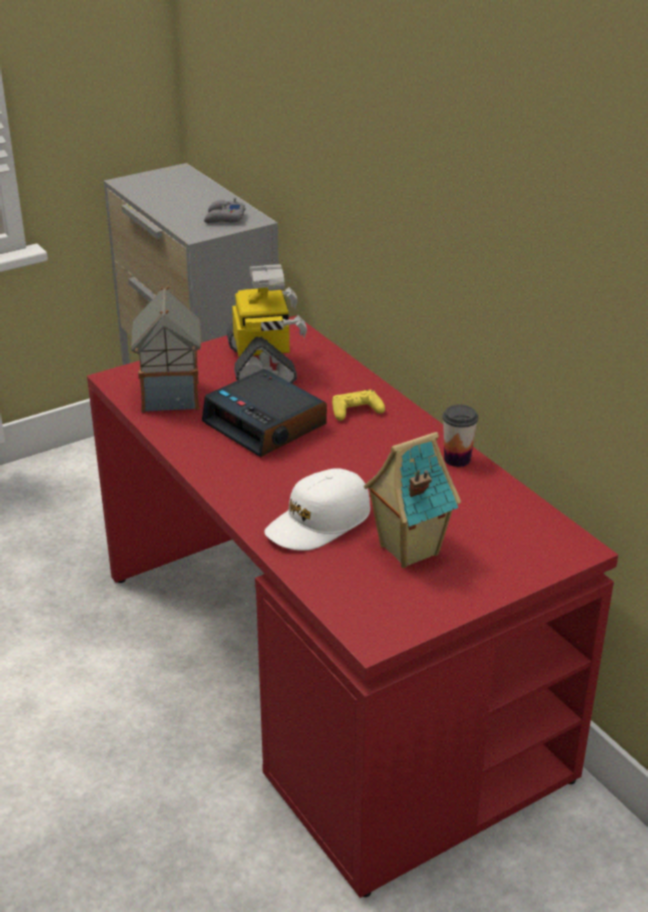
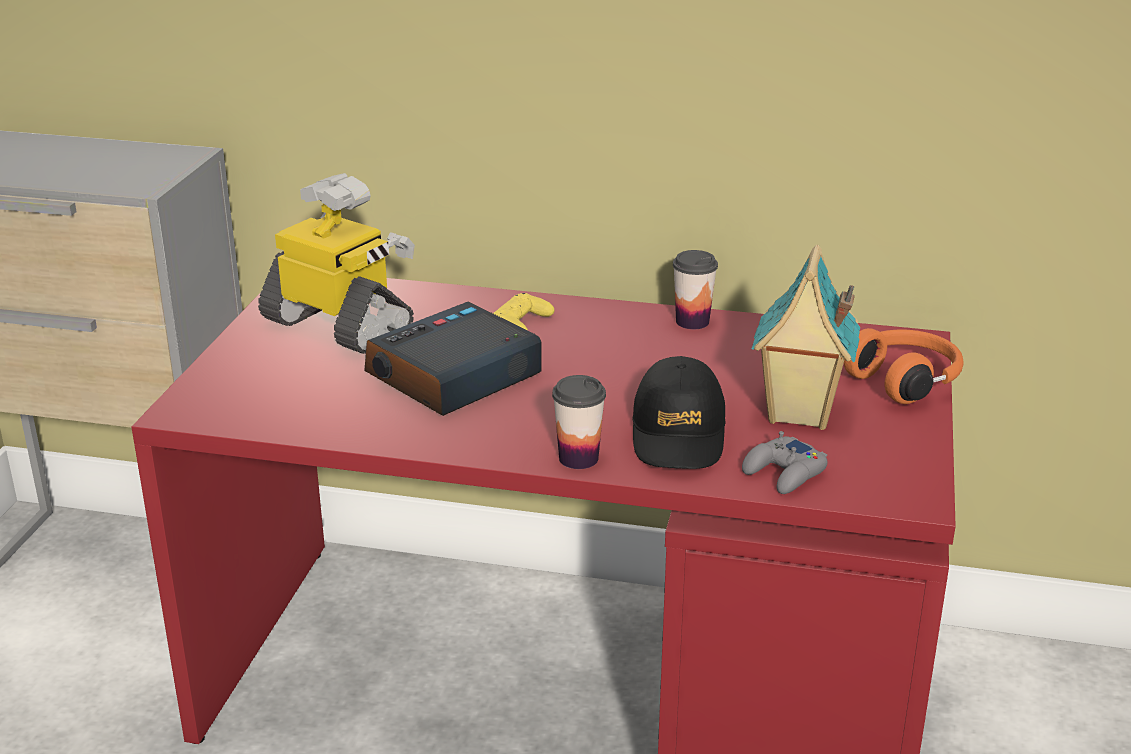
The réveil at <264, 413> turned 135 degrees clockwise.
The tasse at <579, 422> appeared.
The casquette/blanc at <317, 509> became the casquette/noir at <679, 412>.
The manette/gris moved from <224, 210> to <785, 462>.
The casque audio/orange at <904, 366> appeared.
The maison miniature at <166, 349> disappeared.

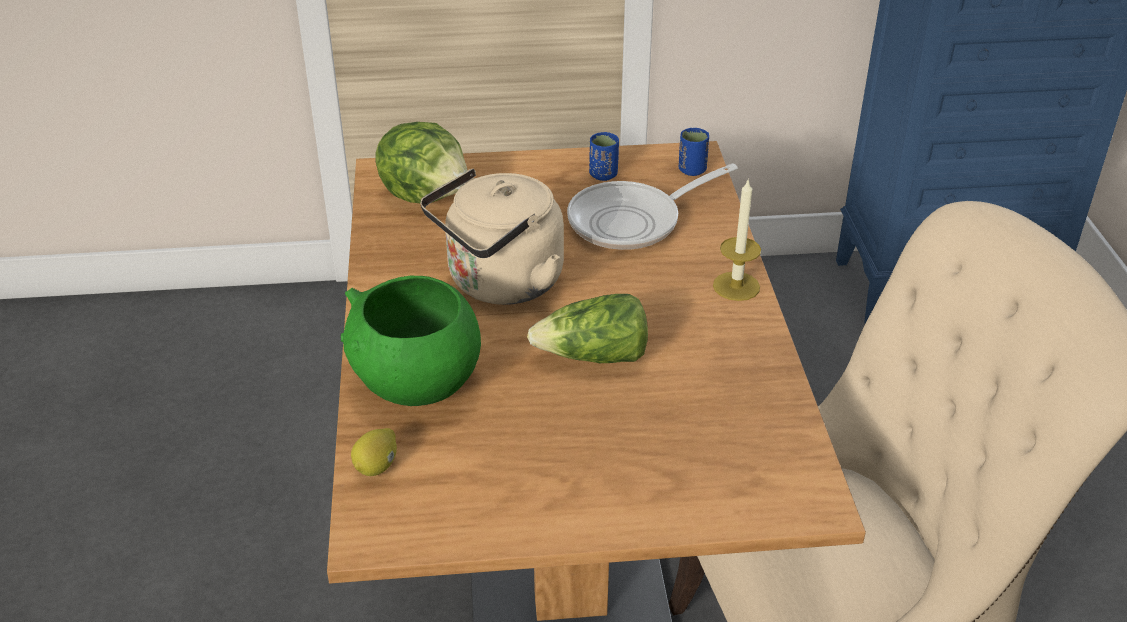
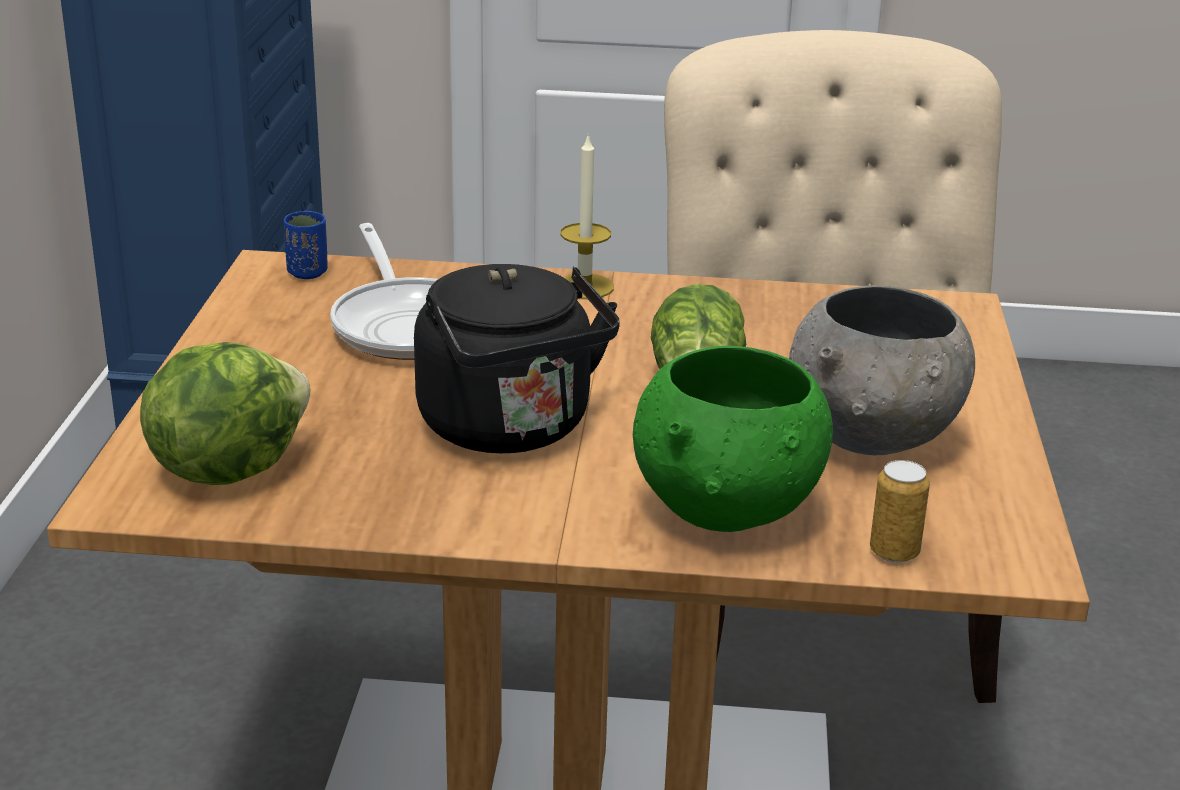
The bouilloire/beige at <492, 236> became the bouilloire/noir at <517, 358>.
The bol/gris at <882, 370> appeared.
The citron at <374, 452> was replaced by the boîte métallique at <900, 511>.
The tasse/bleu at <604, 156> disappeared.

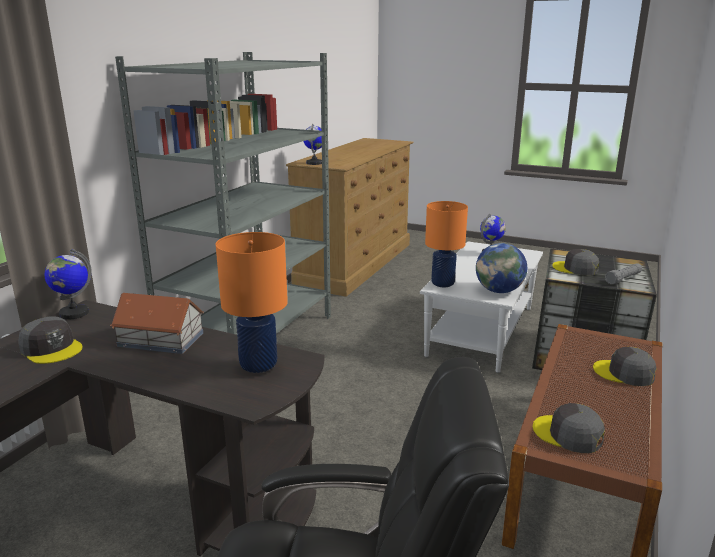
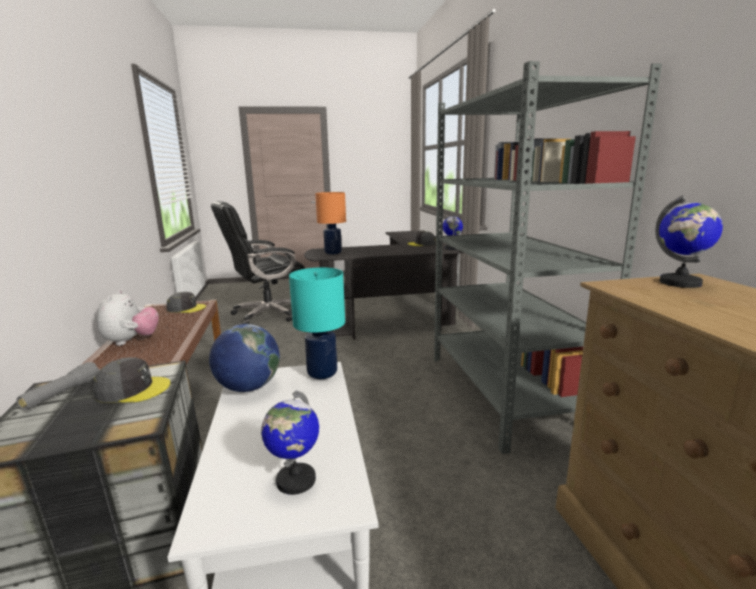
The casquette/gris at <625, 366> was replaced by the peluche at <128, 318>.
The lampe de table/orange at <446, 244> became the lampe de table/turquoise at <317, 323>.
The maison miniature at <157, 323> disappeared.

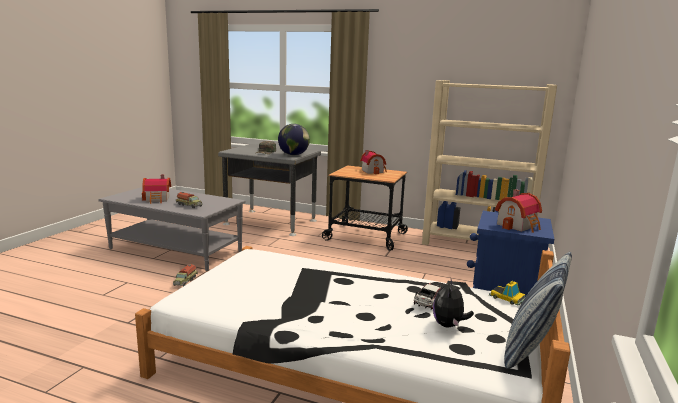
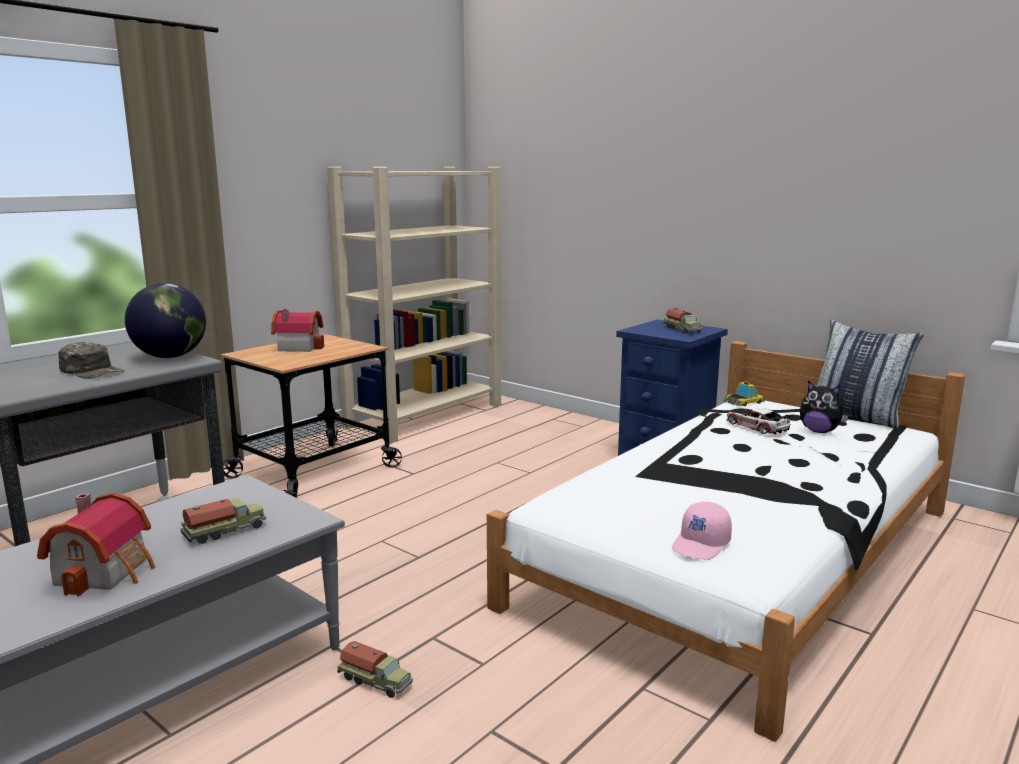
The maison miniature at <518, 211> was replaced by the camion jouet at <683, 321>.
The casquette/rose at <702, 531> appeared.

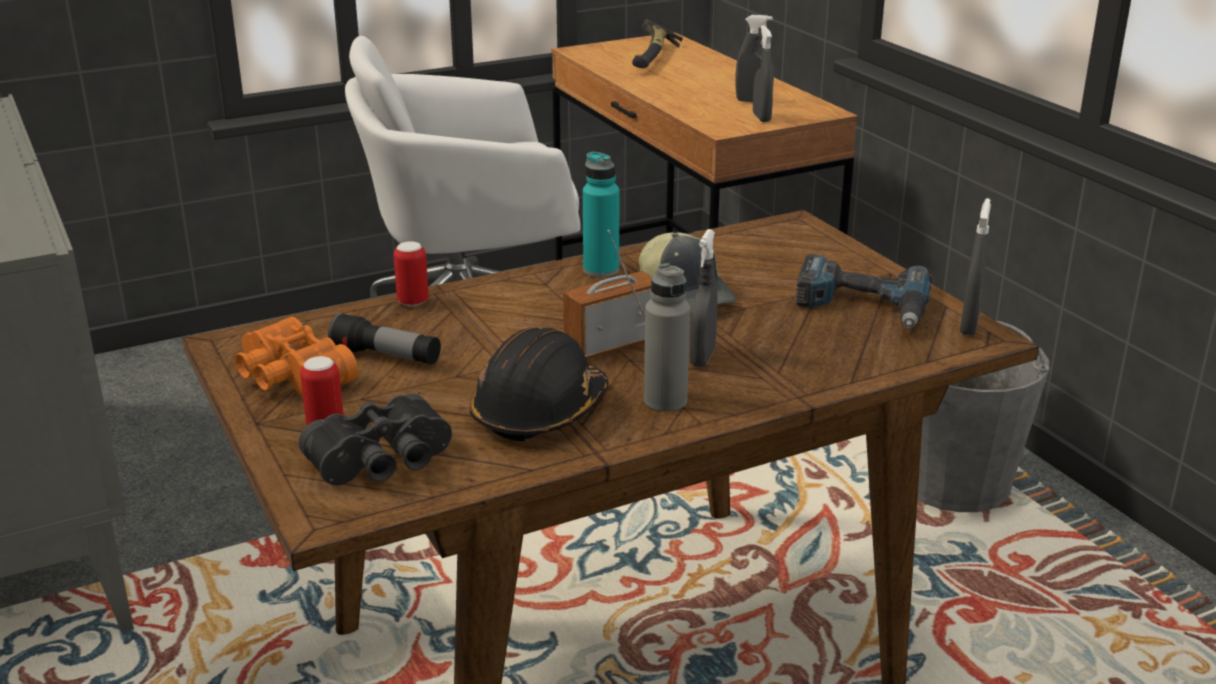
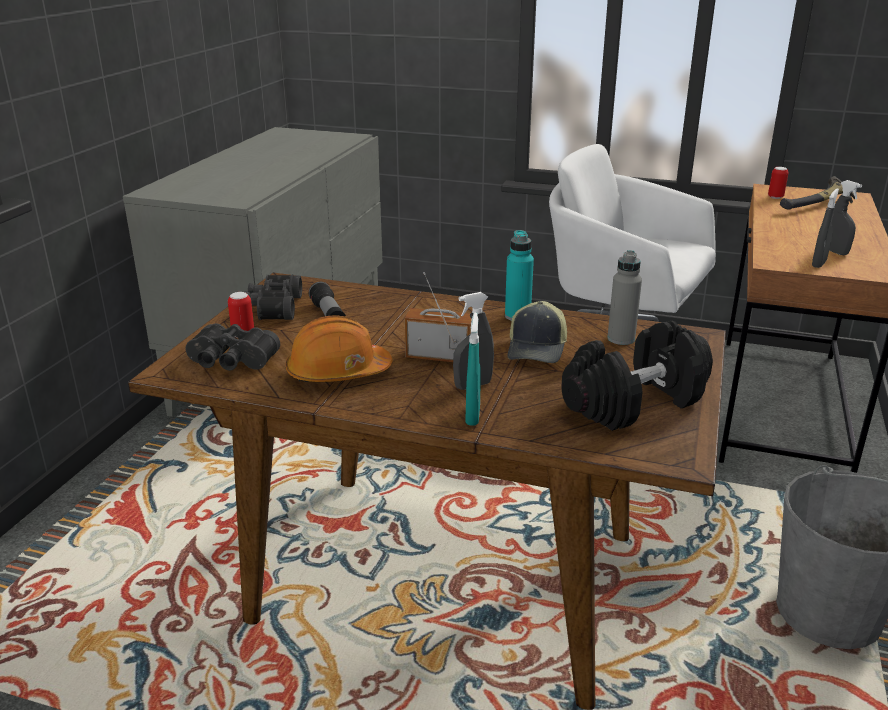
The jumelles/orange at <296, 357> became the jumelles/noir at <273, 297>.
The casque de chantier/noir at <539, 384> became the casque de chantier/orange at <339, 348>.
The vaporisateur/turquoise at <473, 369> appeared.
The perceuse at <863, 291> was replaced by the haltère/noir at <637, 376>.
The bouteille/gris moved from <667, 337> to <624, 297>.
The boîte métallique moved from <411, 274> to <778, 183>.
The vaporisateur/gris at <975, 267> disappeared.

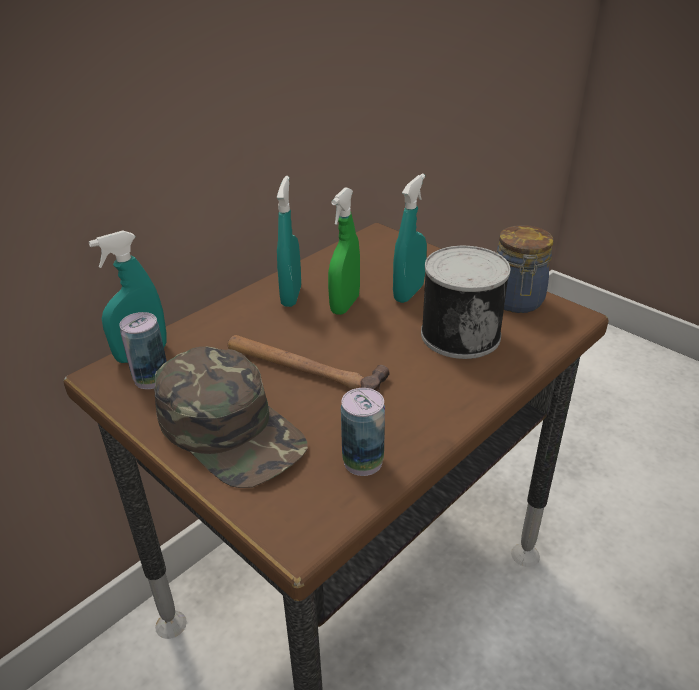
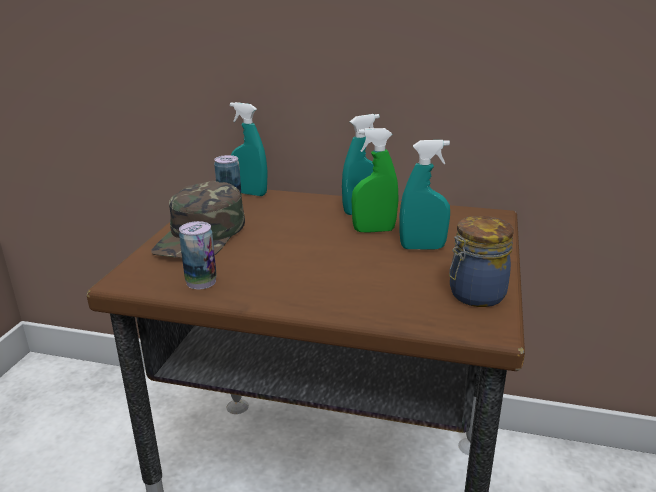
The marteau at <309, 363> disappeared.
The boîte métallique at <466, 302> disappeared.

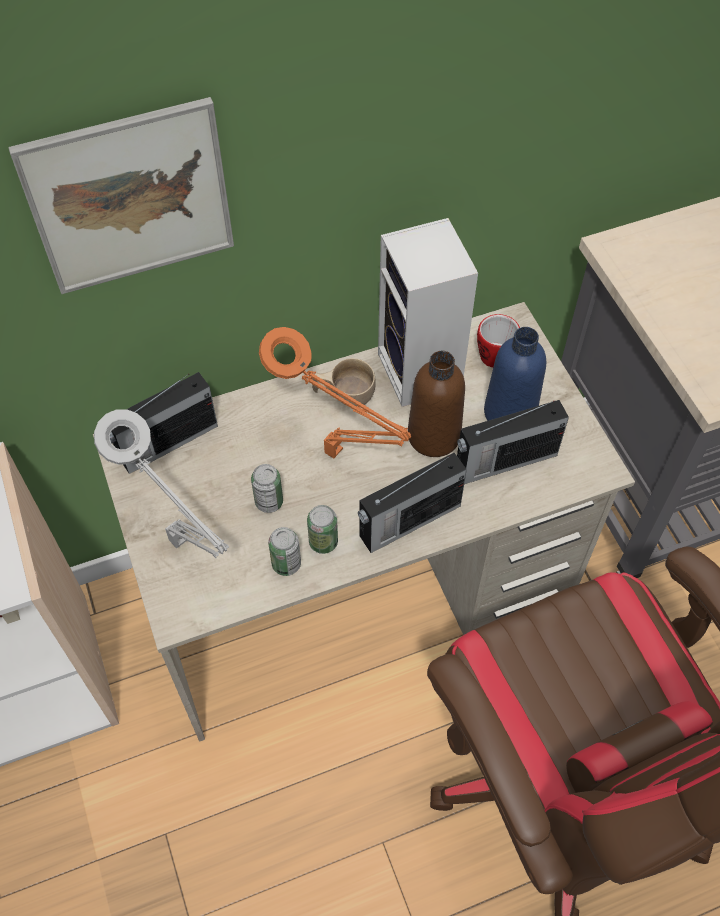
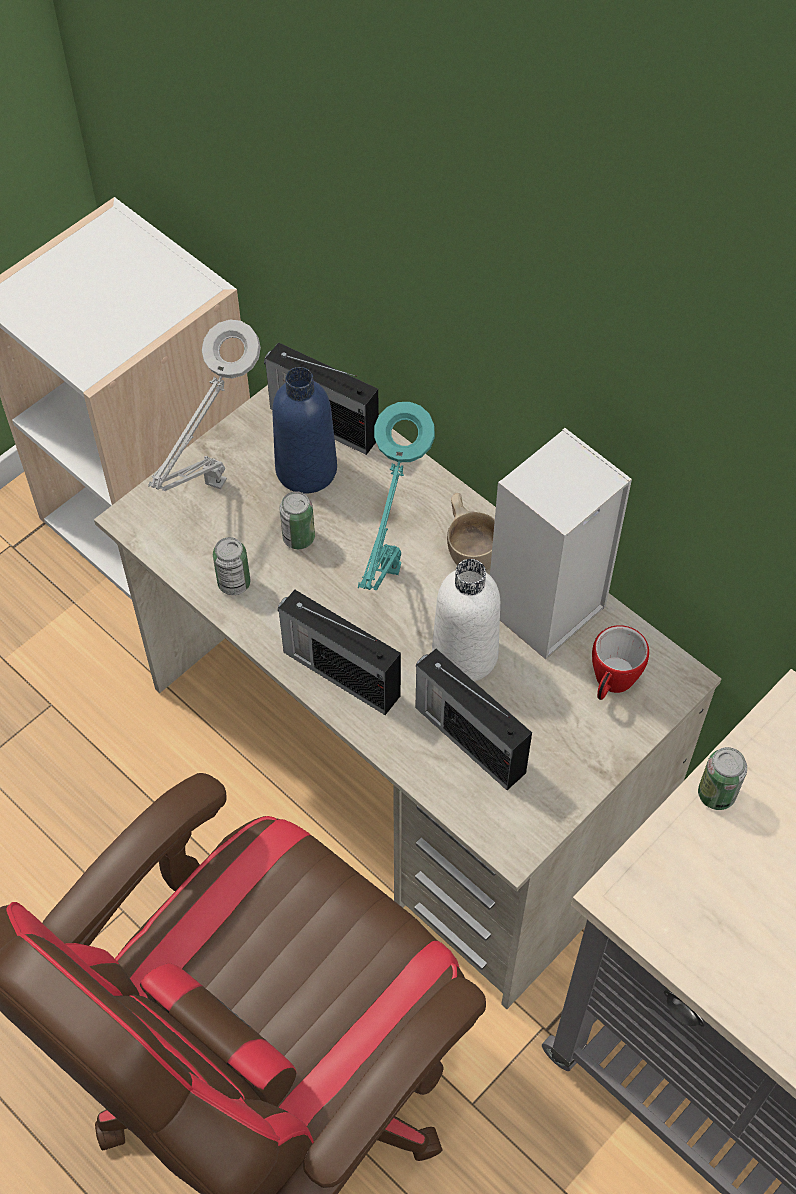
The bouteille/bleu moved from <515, 374> to <304, 430>.
The lampe de table/orange at <335, 392> became the lampe de table/turquoise at <396, 496>.
The bouteille/marron at <436, 404> became the bouteille/blanc at <466, 620>.
The boîte métallique moved from <322, 529> to <722, 778>.
The tableau at <121, 195> disappeared.

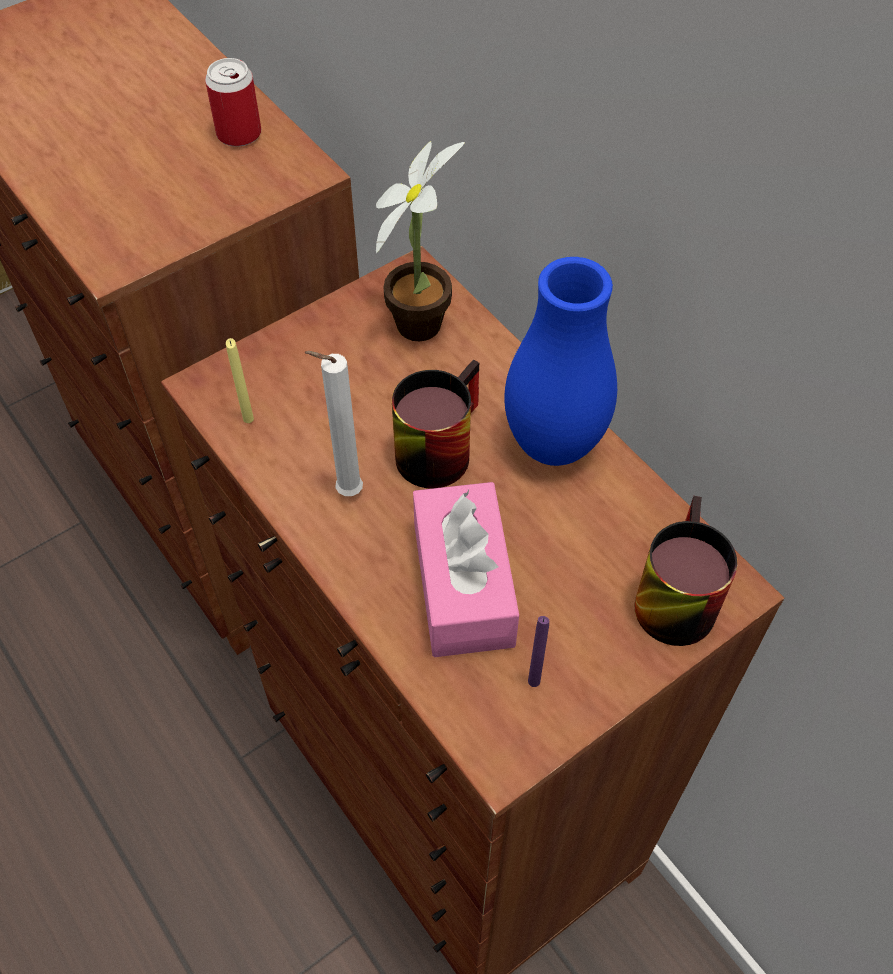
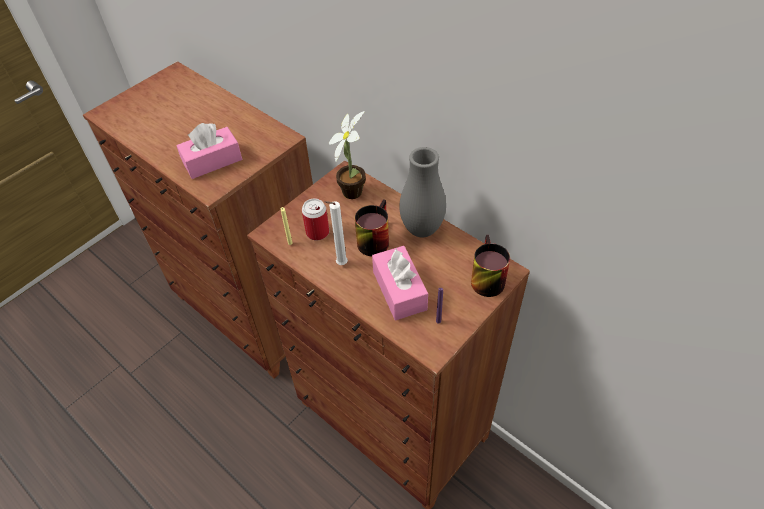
The boîte à mouchoirs/rose at <209, 151> appeared.
The boîte métallique moved from <233, 102> to <315, 219>.
The vase/bleu at <560, 361> became the vase/gris at <422, 192>.

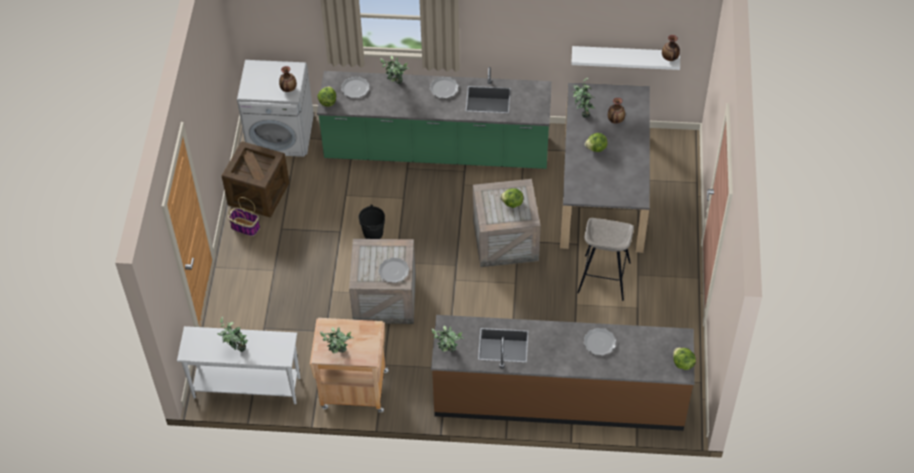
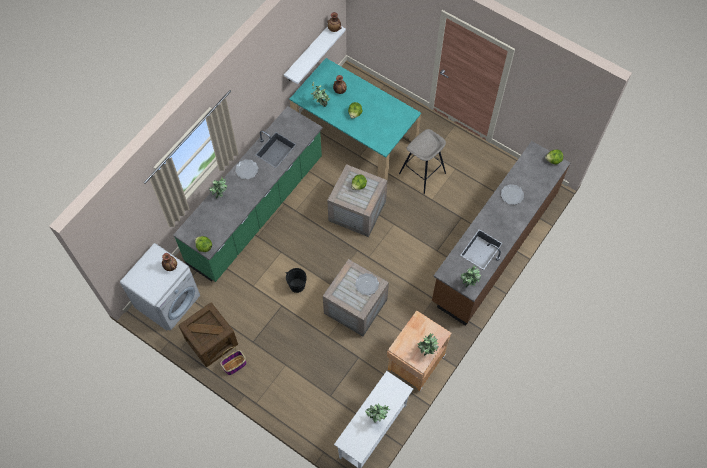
The table à manger/gris at <605, 167> became the table à manger/turquoise at <355, 119>.
The assiette at <355, 87> disappeared.

